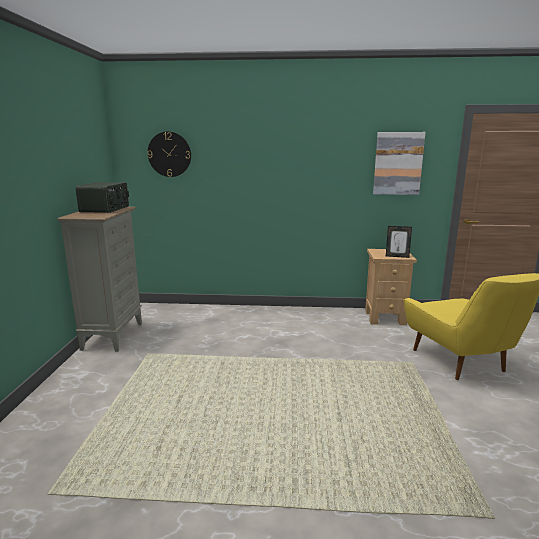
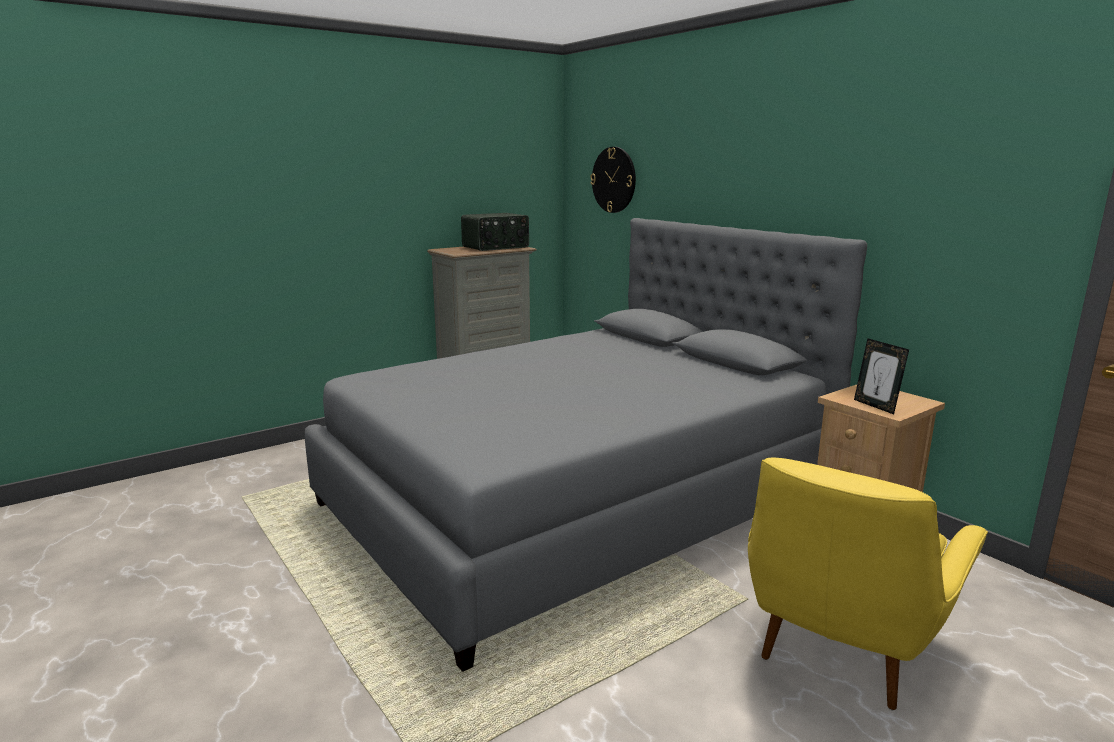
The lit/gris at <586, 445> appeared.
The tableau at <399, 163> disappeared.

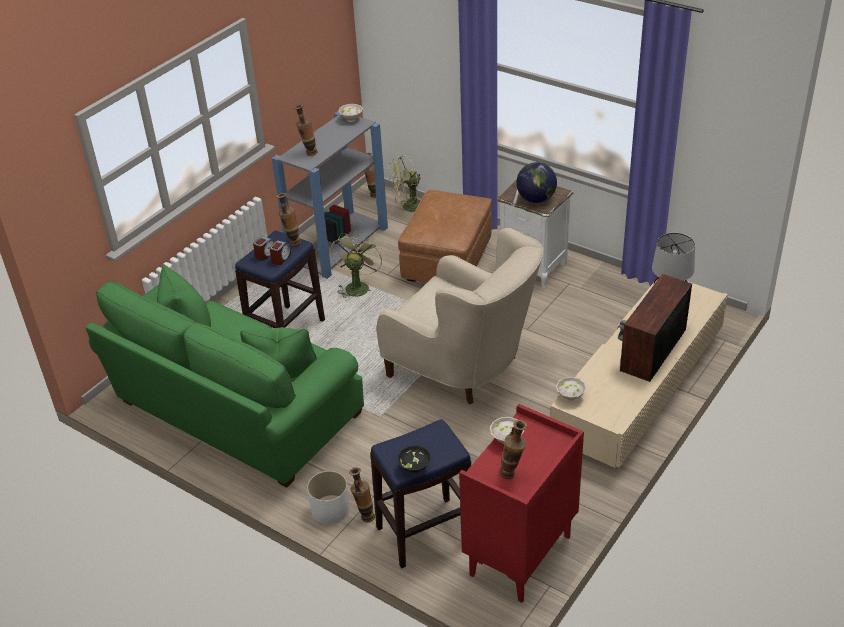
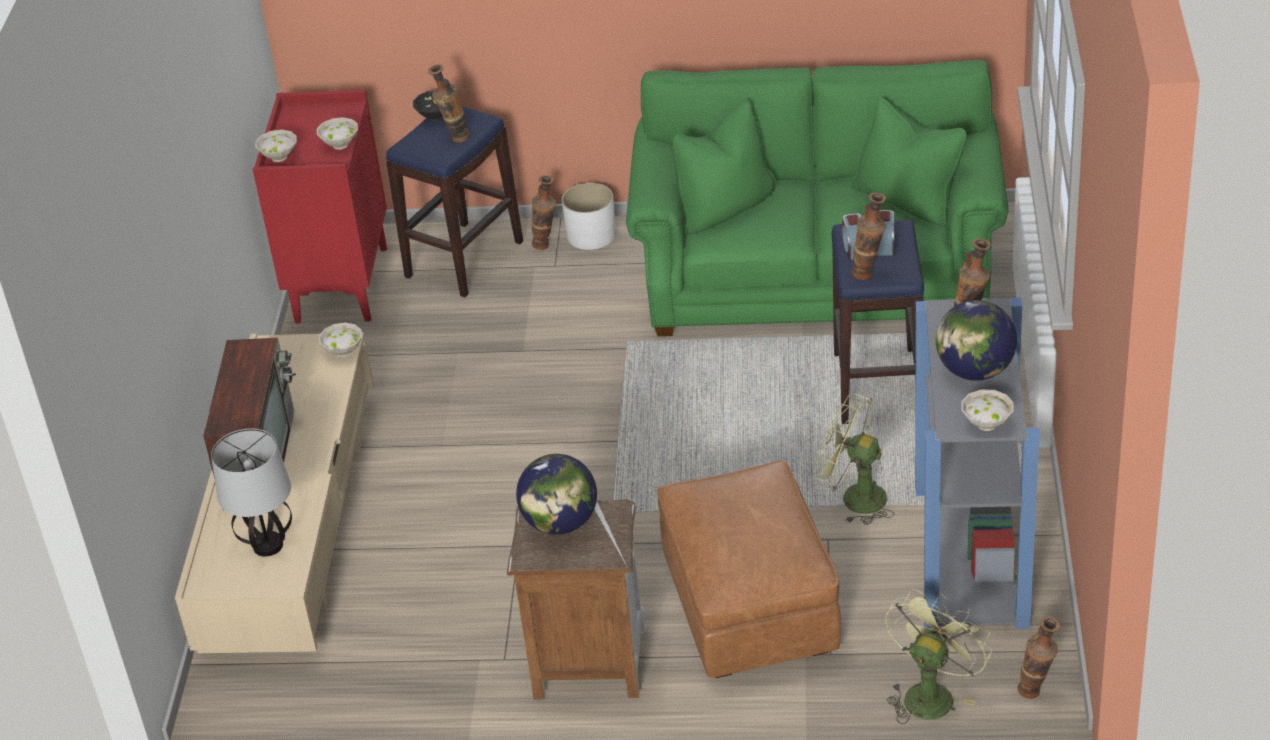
The bol/blanc at <276, 146> appeared.
The vase moved from <513, 449> to <449, 103>.
The ventilateur/vert at <356, 265> turned 135 degrees clockwise.
The globe at <976, 340> appeared.
The fauteuil/beige at <460, 316> disappeared.

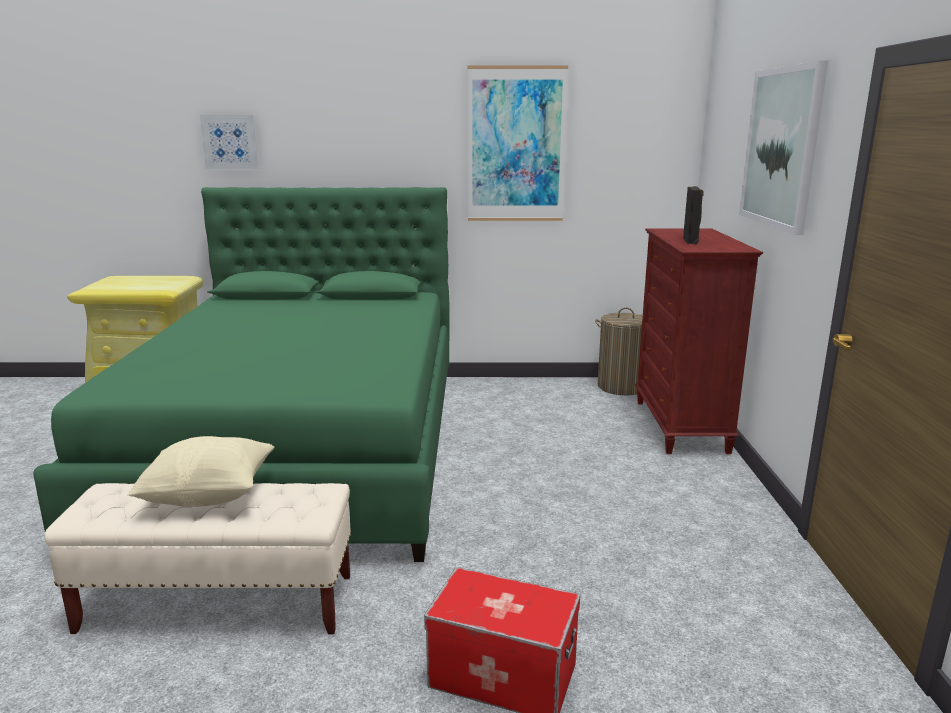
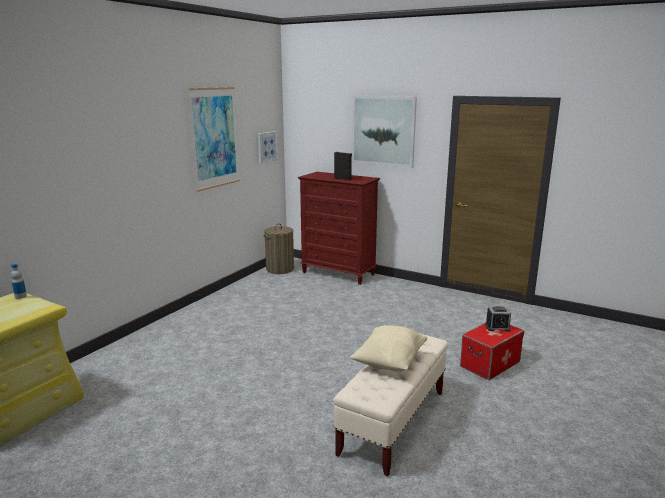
The bouteille at <19, 281> appeared.
The tableau moved from <229, 142> to <268, 147>.
The réveil at <498, 319> appeared.
The lit/vert at <241, 374> disappeared.

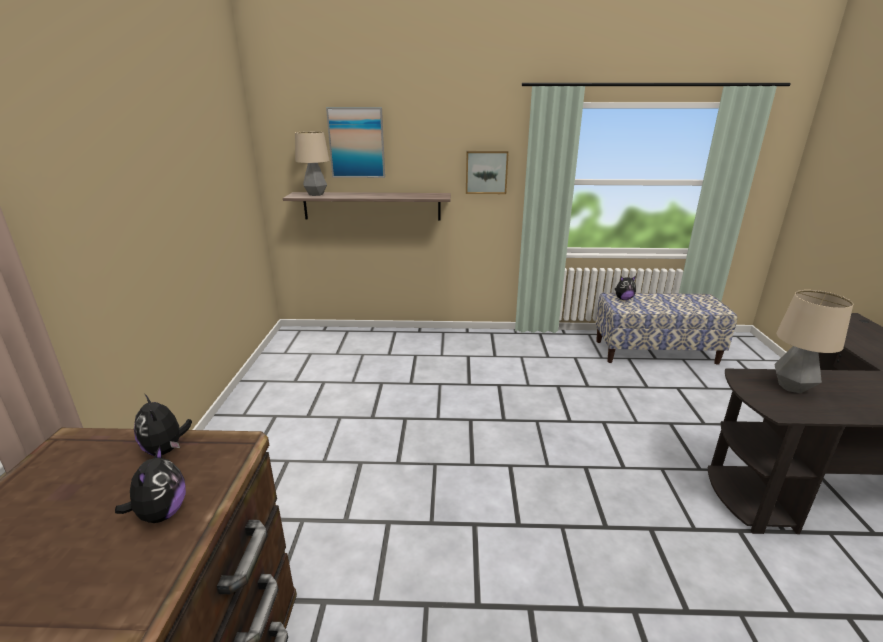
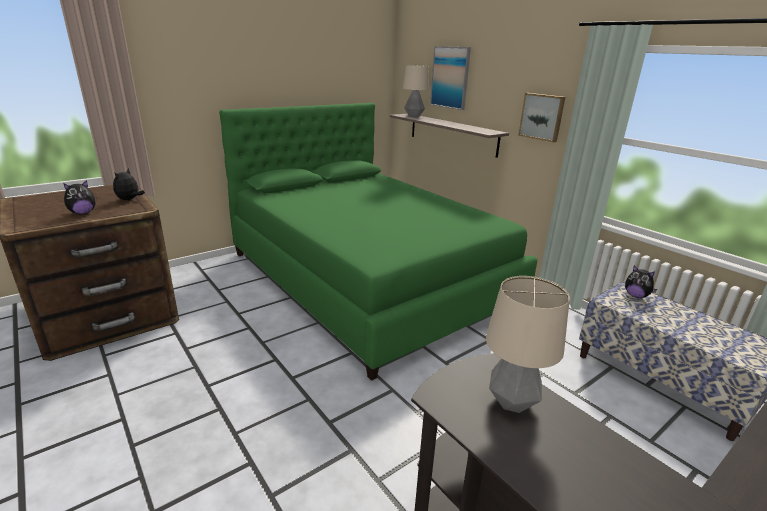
The lit/vert at <378, 242> appeared.

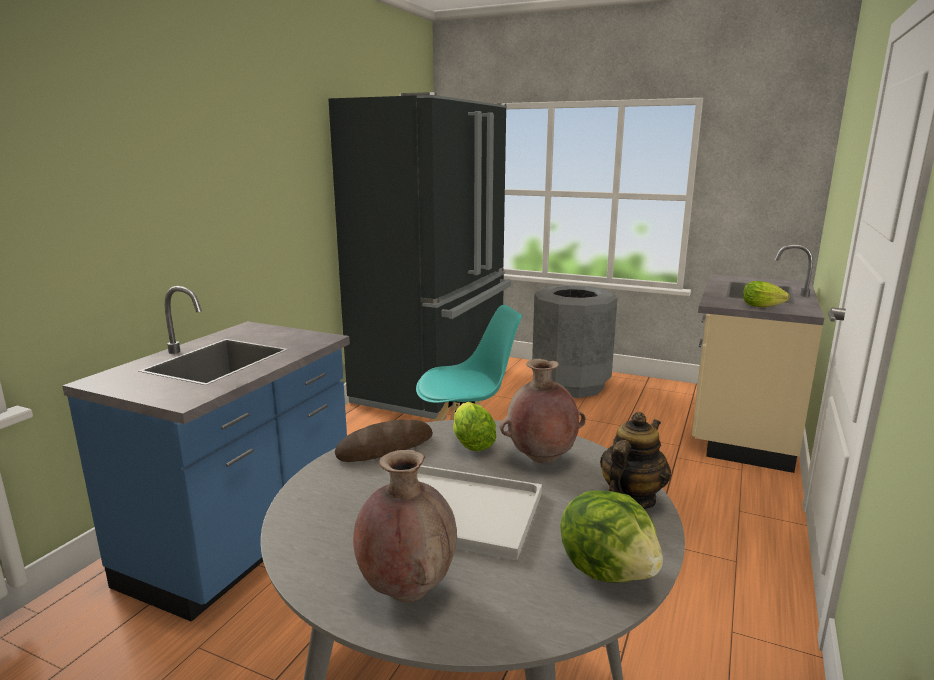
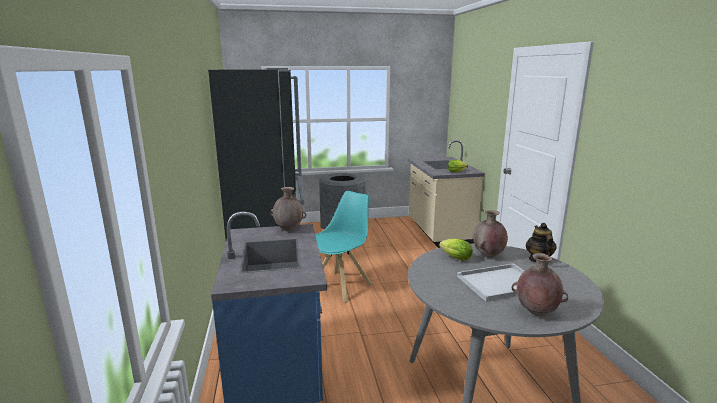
The vase/marron at <288, 209> appeared.
The pain at <384, 440> disappeared.
The laitue at <611, 536> disappeared.

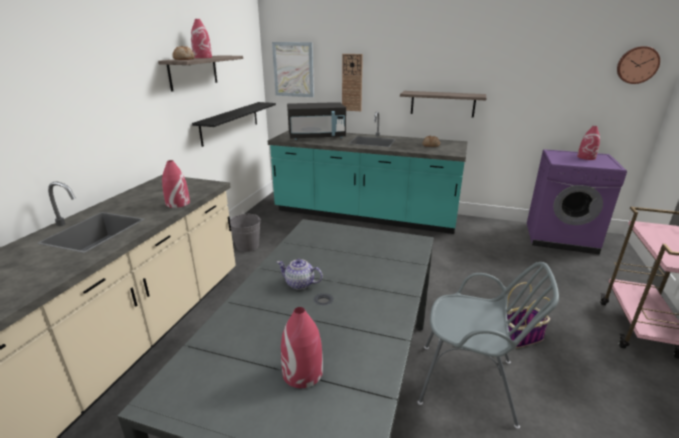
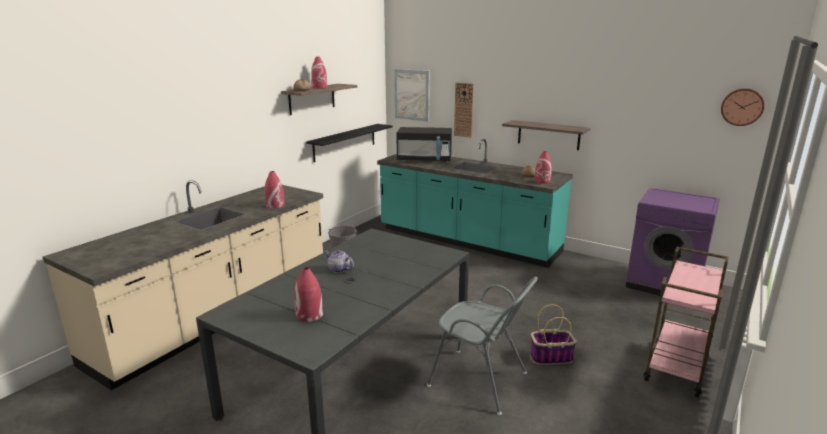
The vase/rouge moved from <588, 143> to <543, 167>.

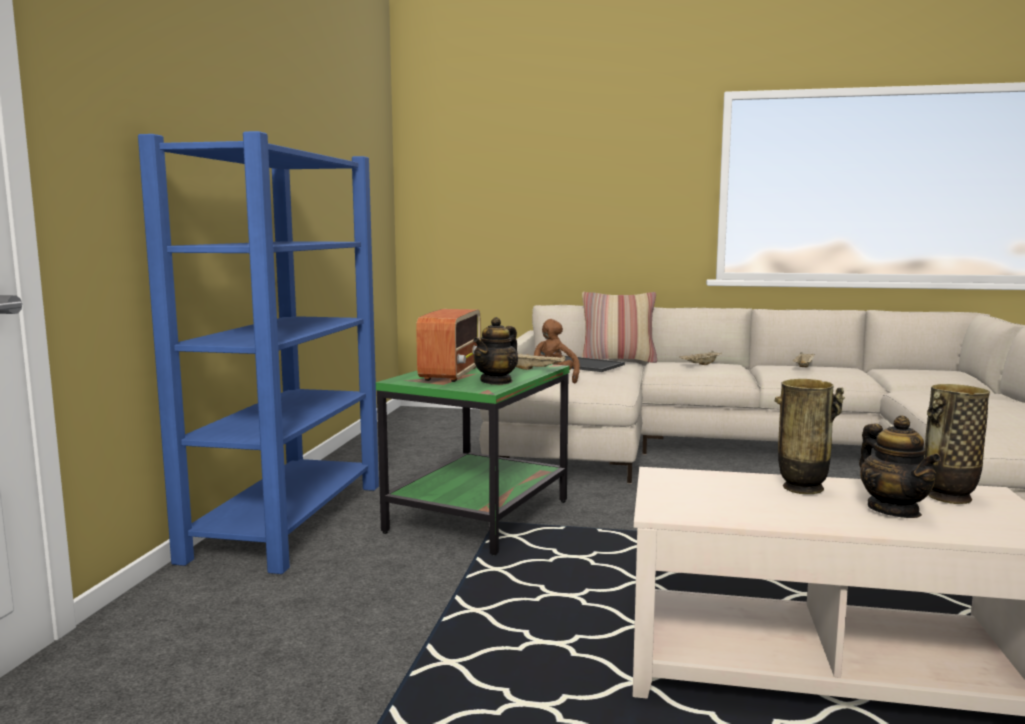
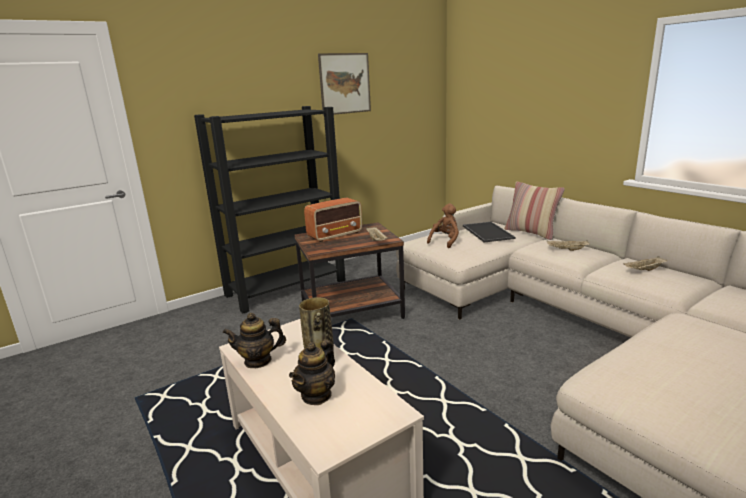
The bibliothèque/bleu at <258, 352> became the bibliothèque/noir at <270, 209>.
The théière moved from <495, 351> to <254, 340>.
The table d'appoint/vert at <473, 459> became the table d'appoint/marron at <350, 270>.
The tableau at <344, 84> appeared.
The vase at <957, 444> disappeared.

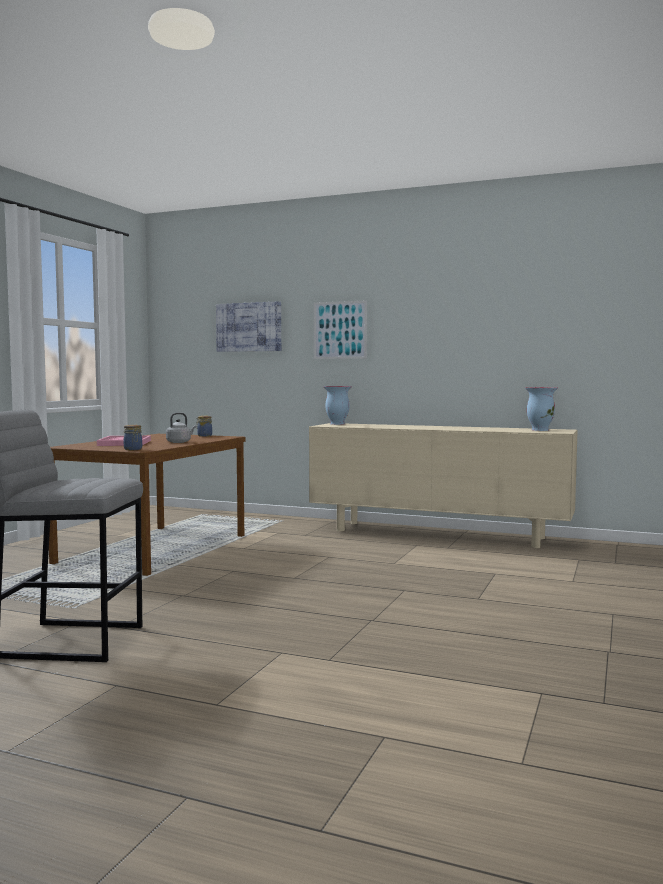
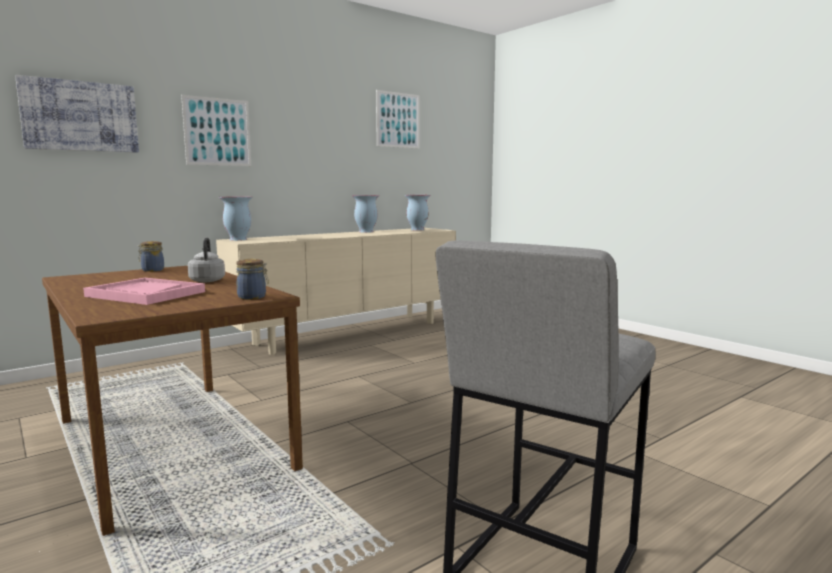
The vase at <365, 214> appeared.
The tableau at <398, 119> appeared.

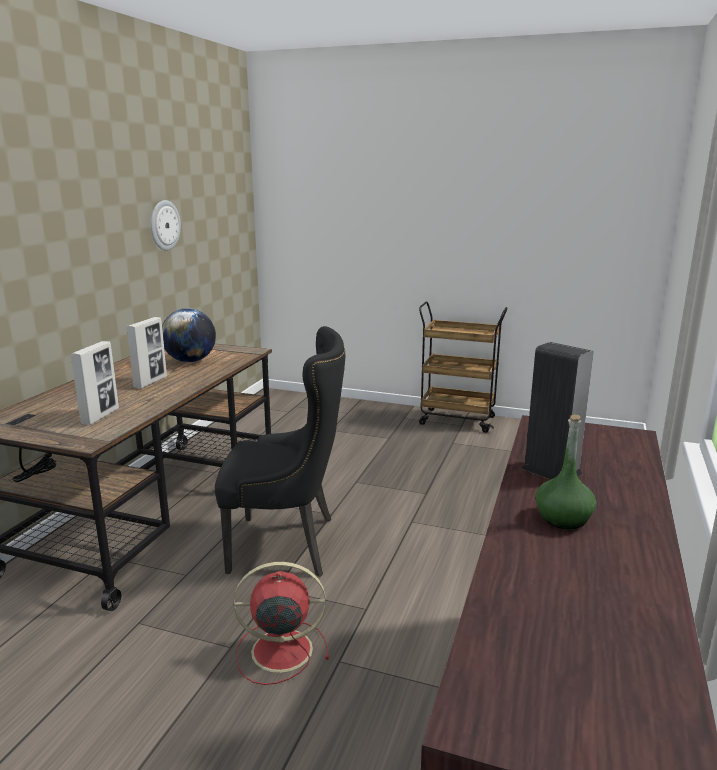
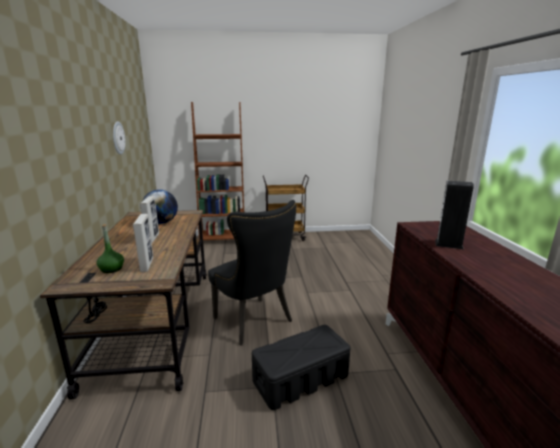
The bouteille/vert moved from <565, 471> to <110, 248>.
The bibliothèque/marron at <217, 171> appeared.
The chaise/noir at <280, 451> turned 75 degrees clockwise.
The ventilateur/rouge at <281, 623> was replaced by the boîte de rangement/noir at <301, 367>.

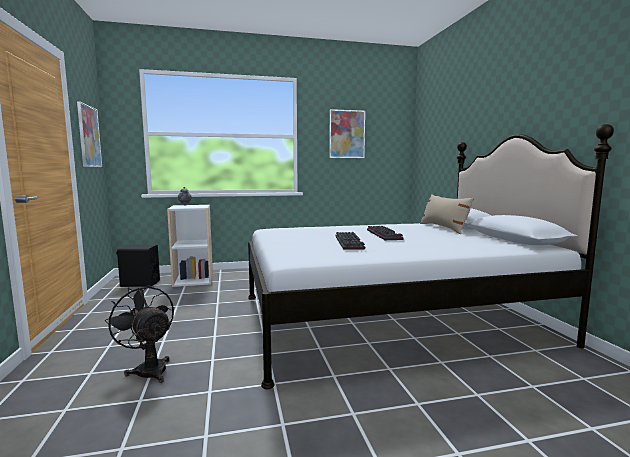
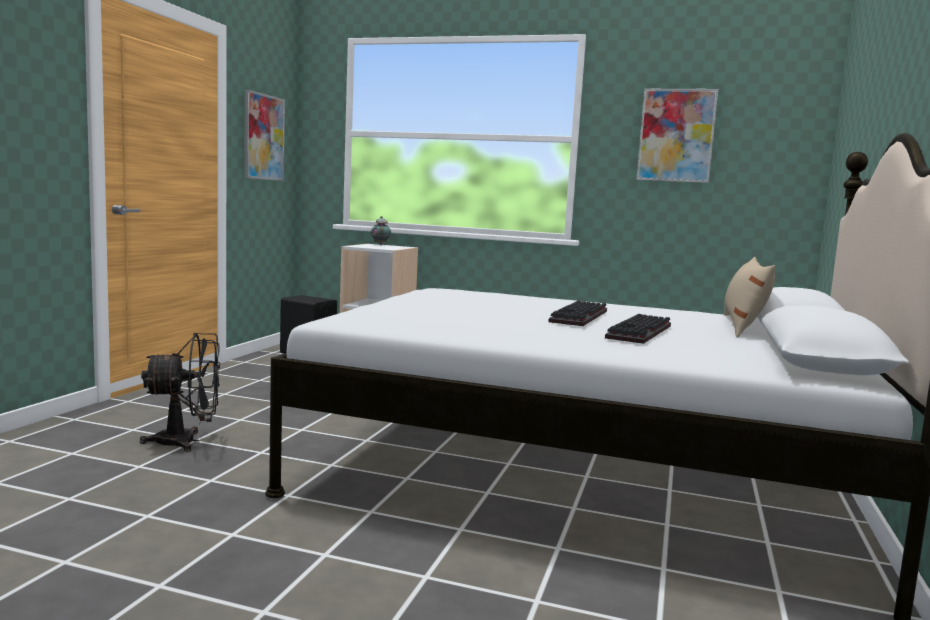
The ventilateur/noir at <139, 334> turned 90 degrees clockwise.
The clavier moved from <350, 241> to <638, 329>.

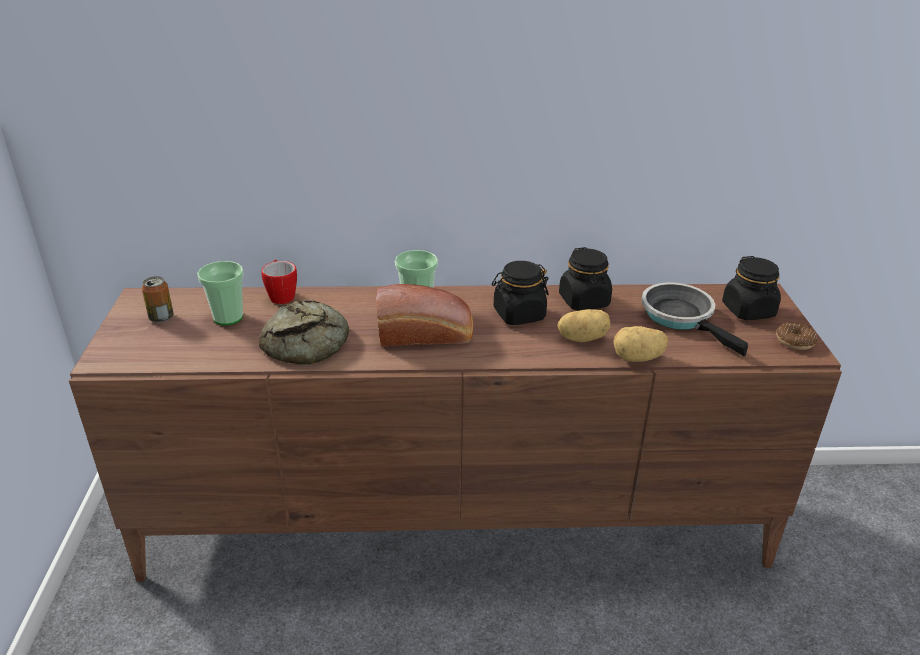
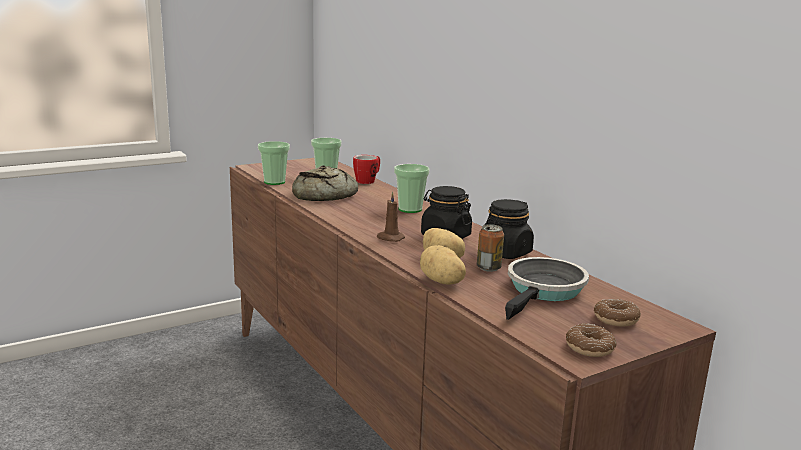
The tasse at <274, 163> appeared.
The bougie/marron at <390, 216> appeared.
The boîte métallique moved from <158, 299> to <490, 248>.
The bocal/noir at <751, 288> was replaced by the beignet at <617, 312>.
The pain at <424, 315> disappeared.

